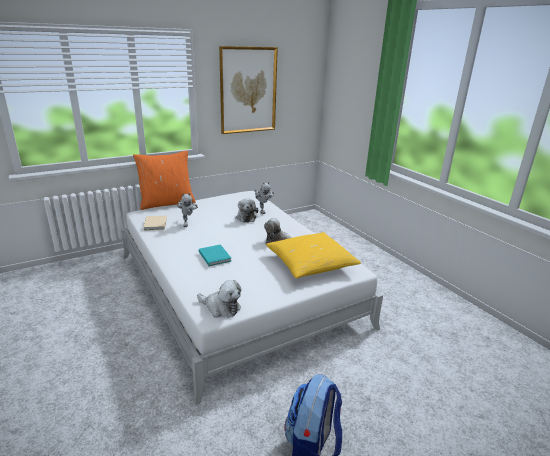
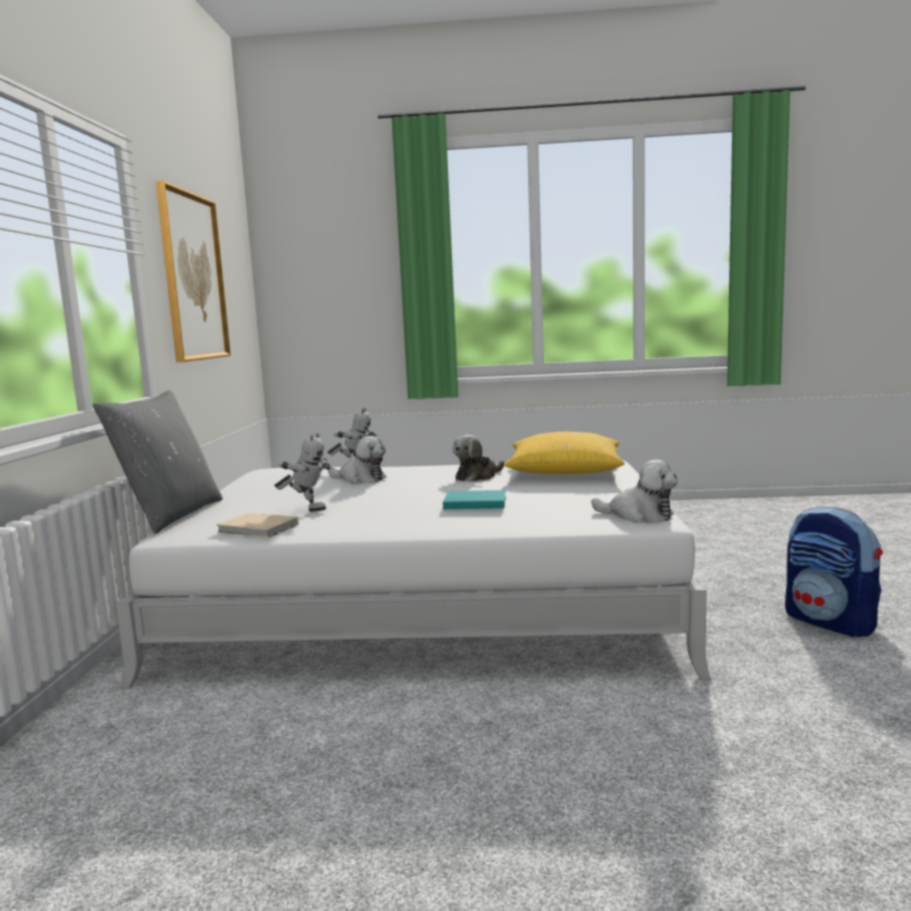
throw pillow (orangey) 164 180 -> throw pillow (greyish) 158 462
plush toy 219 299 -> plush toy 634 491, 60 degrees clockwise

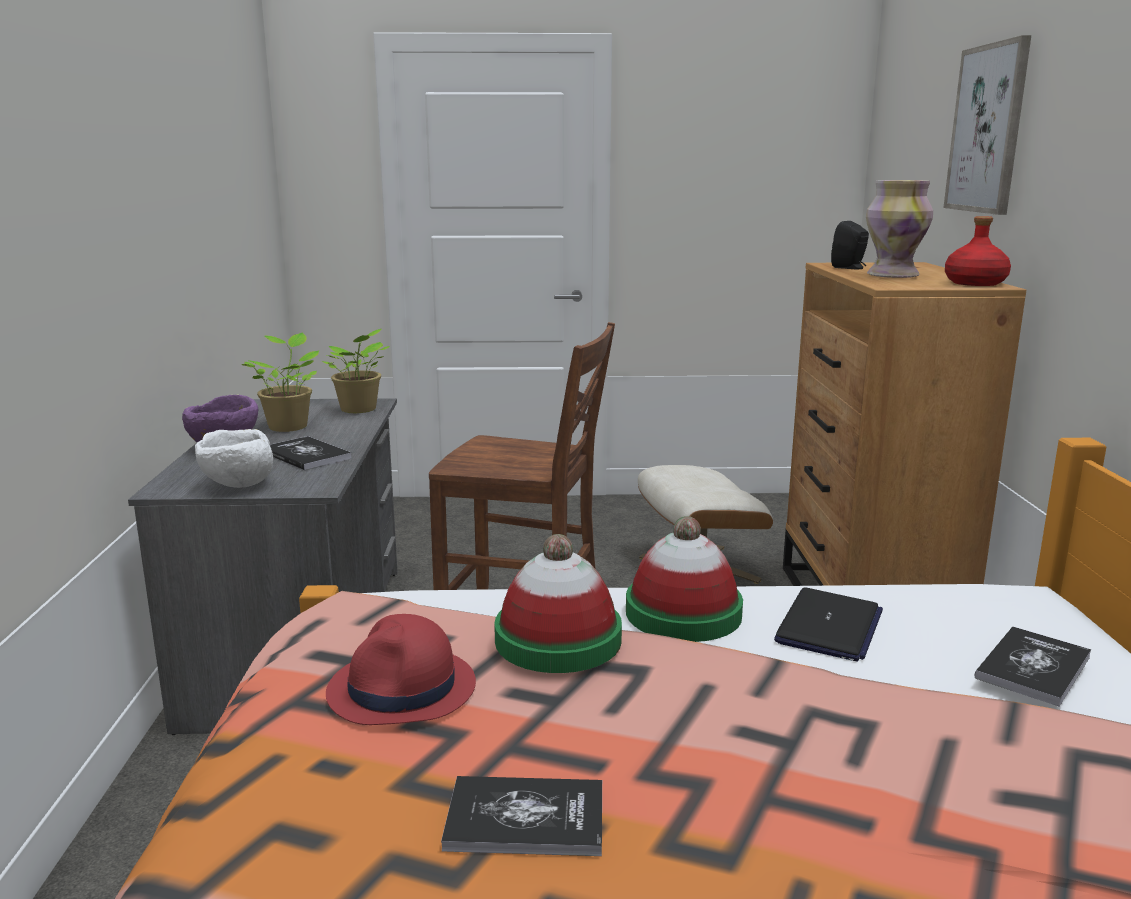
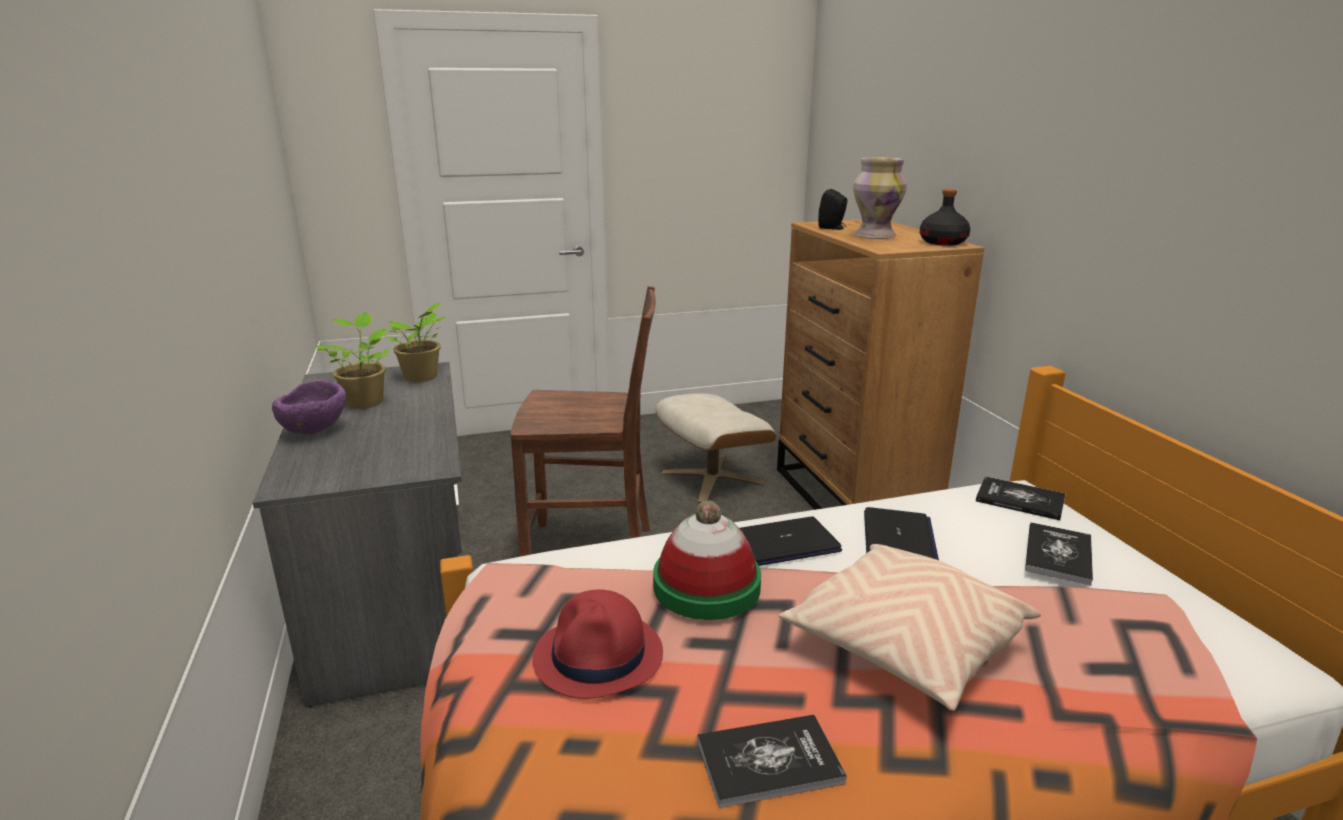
picture 987 125 -> none
beverage bottle (red-coloured) 978 251 -> beverage bottle (blackish) 945 217
serving bowl (white) 234 458 -> none
volume 311 453 -> volume 1021 498, relocated
clothing hat 684 579 -> notebook computer 791 541
none -> throw pillow (beige) 910 627

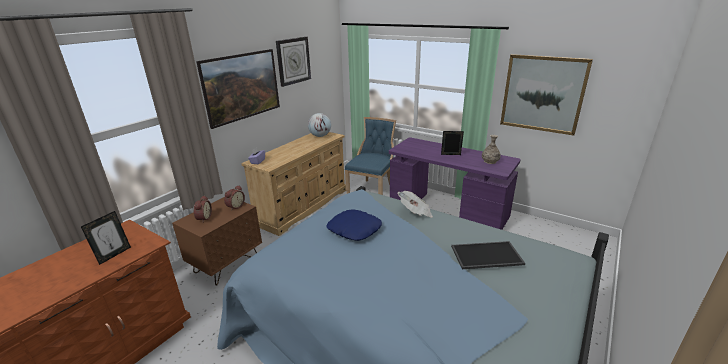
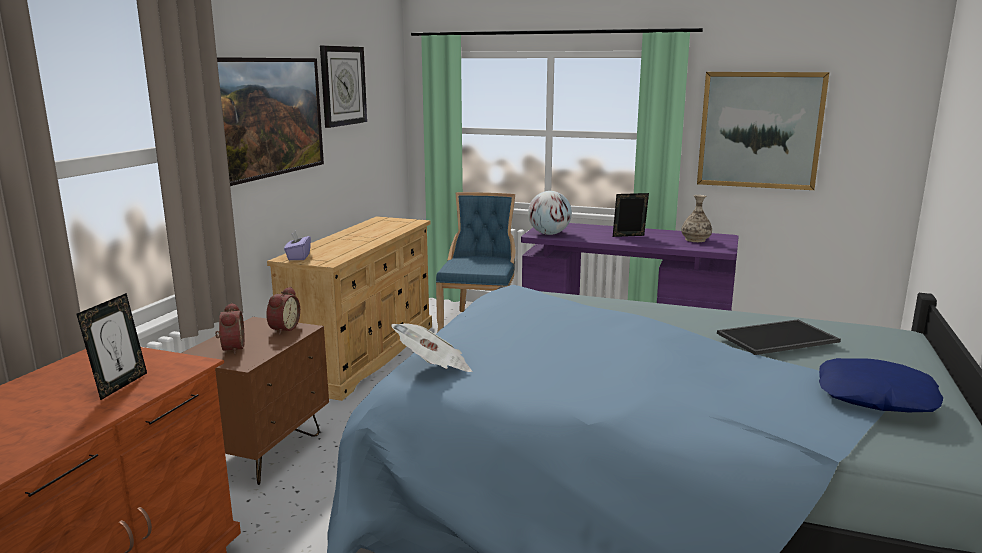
globe 319 125 -> globe 550 213, relocated
newspaper 415 204 -> newspaper 432 347, relocated
throw pillow (bluish) 354 225 -> throw pillow (bluish) 881 385, relocated

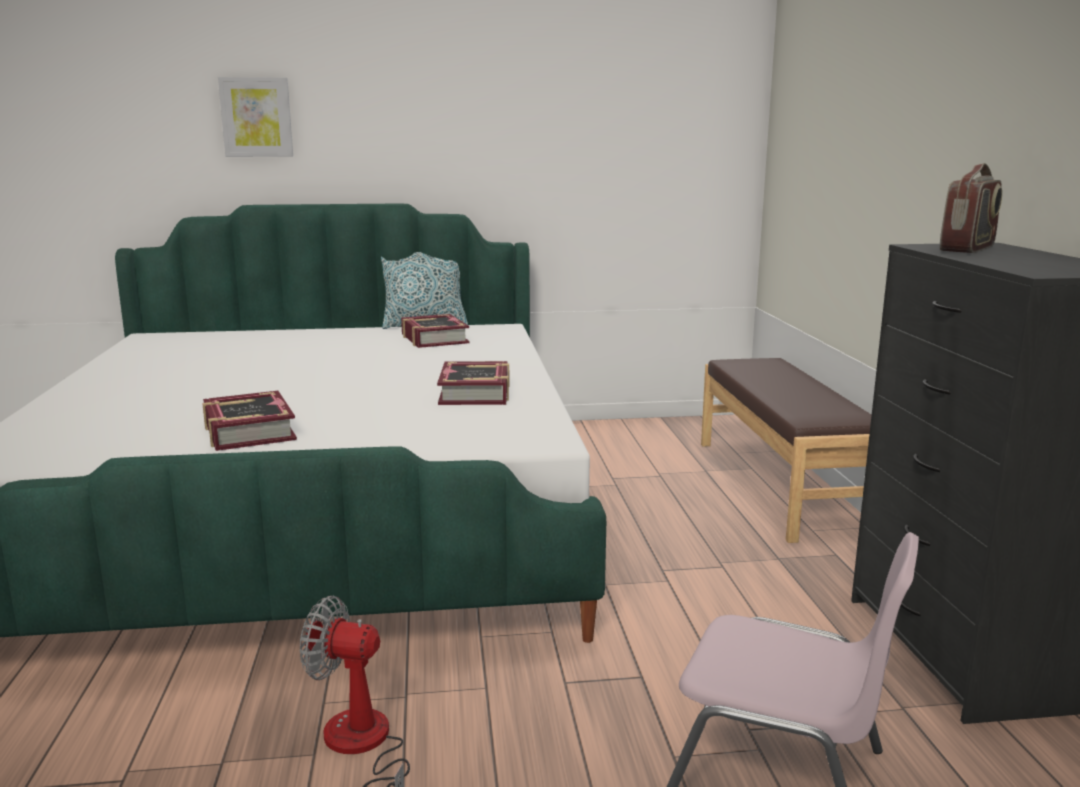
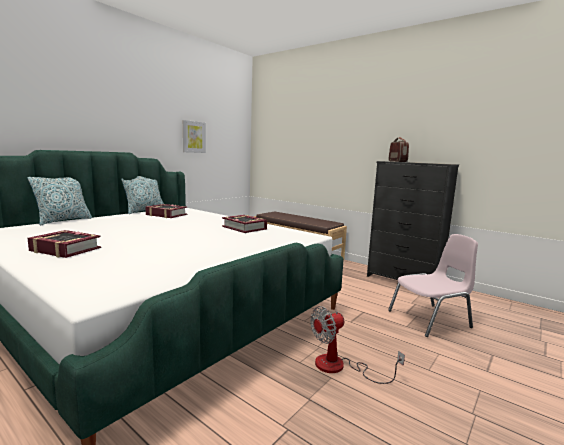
picture 255 117 -> picture 194 136, relocated
volume 249 421 -> volume 64 244, relocated
none -> throw pillow 59 201

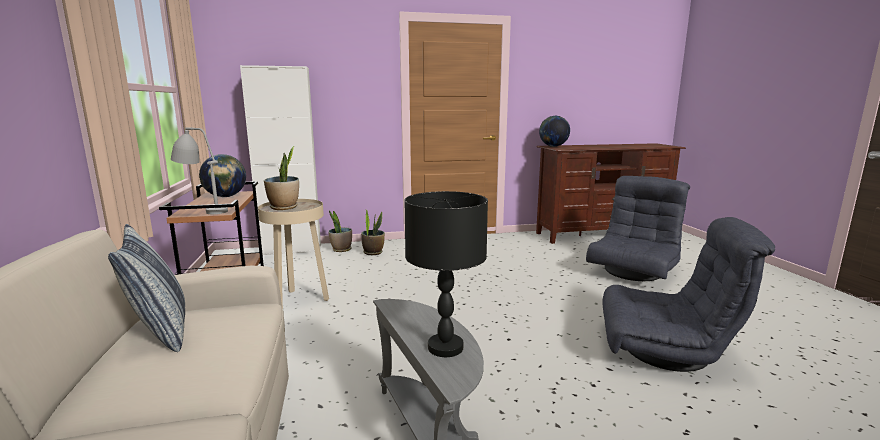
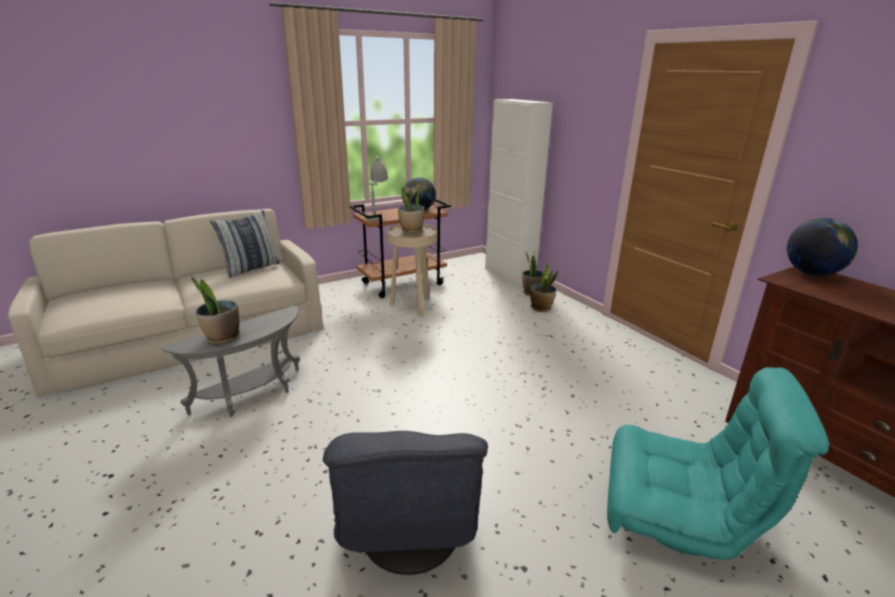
armchair (greyish) 638 228 -> armchair (blue-green) 718 463
lamp for a table (blackish) 446 274 -> houseplant 215 310

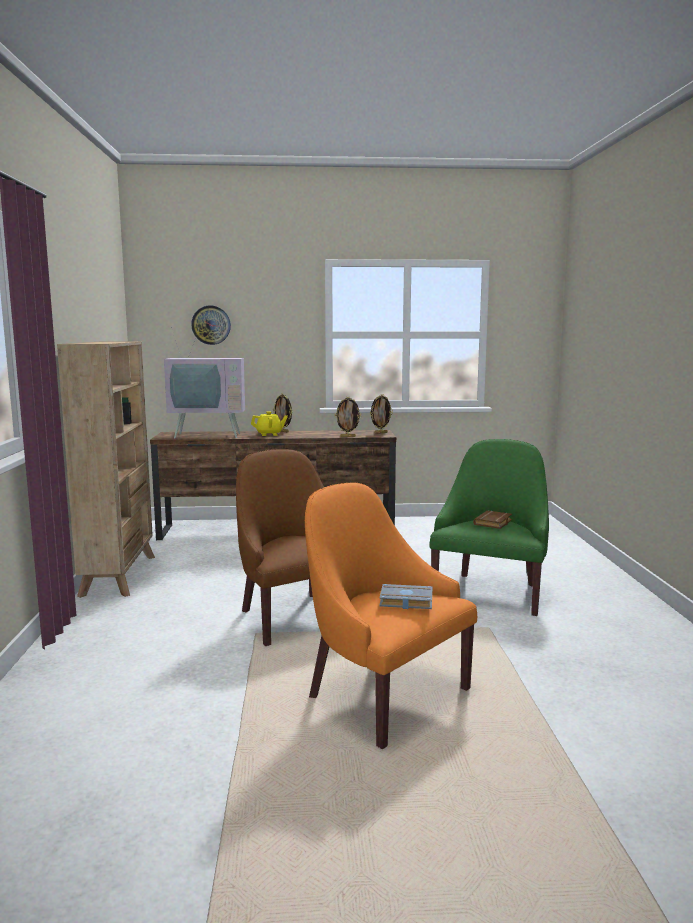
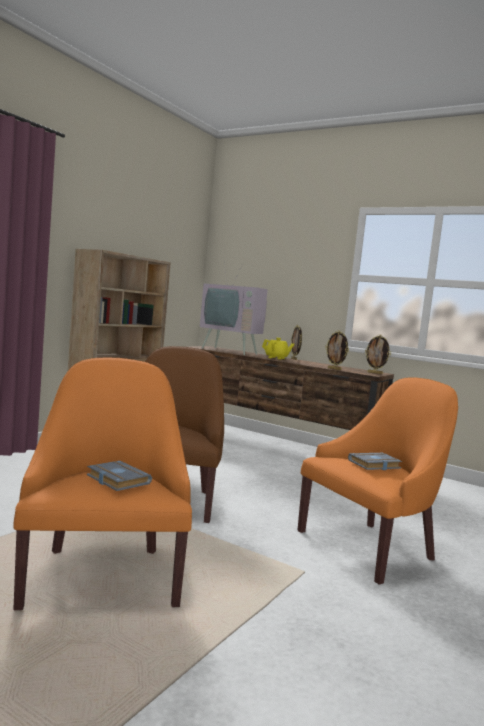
hanging clock 211 325 -> none
armchair (green) 489 527 -> armchair (orangey) 377 481
volume (brownish) 492 519 -> volume (greyish) 375 461

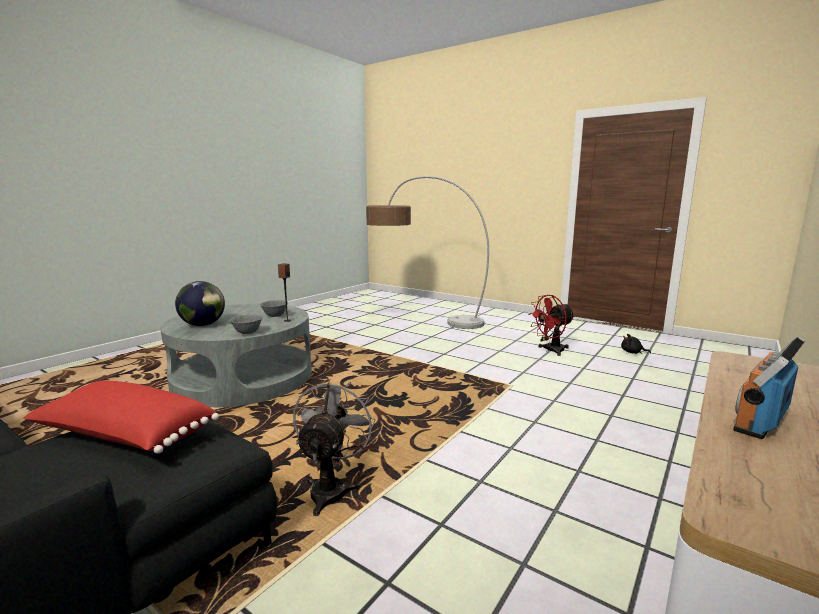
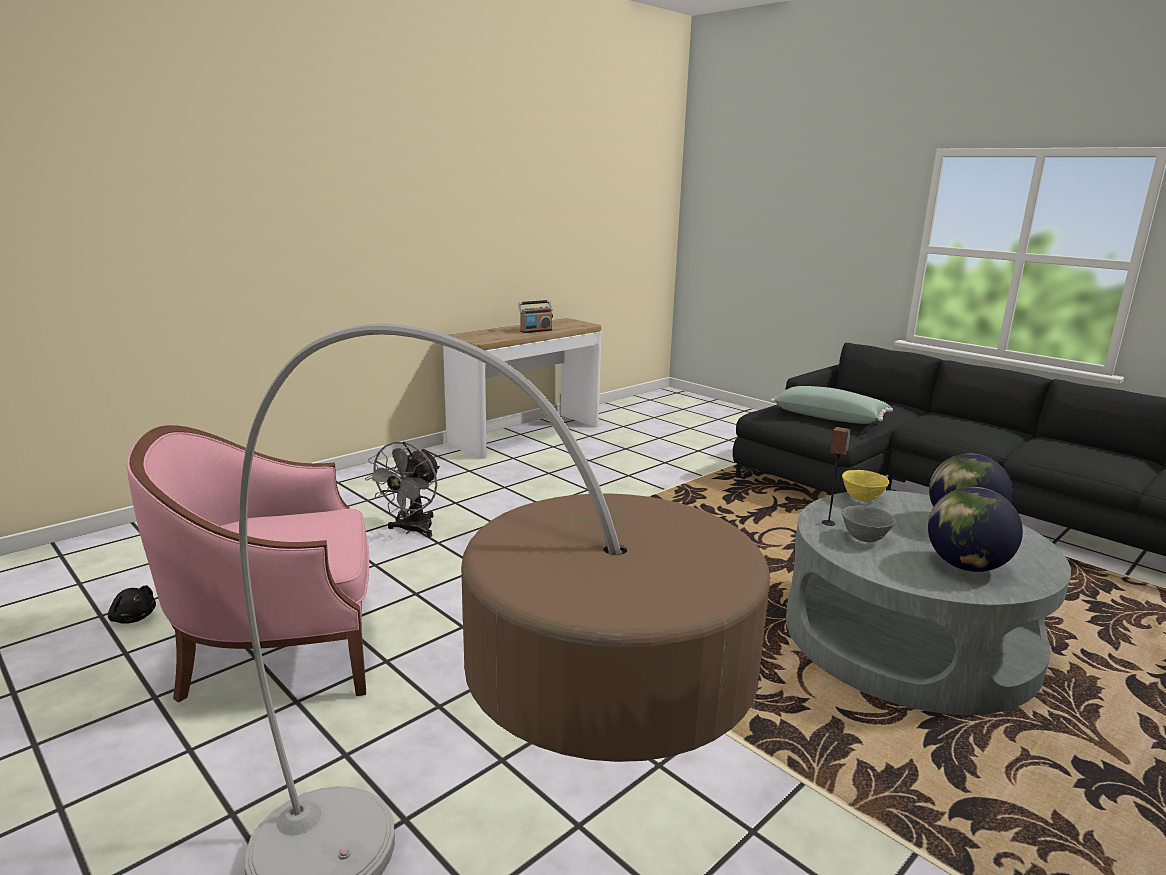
fan (red-coloured) 551 325 -> armchair (pinkish) 248 564
serving bowl (greyish) 246 324 -> serving bowl (yellow-coloured) 865 485
fan (greyish) 334 447 -> fan (greyish) 402 489, relocated
throw pillow (red-coloured) 121 417 -> throw pillow (green) 832 405
none -> globe 975 529

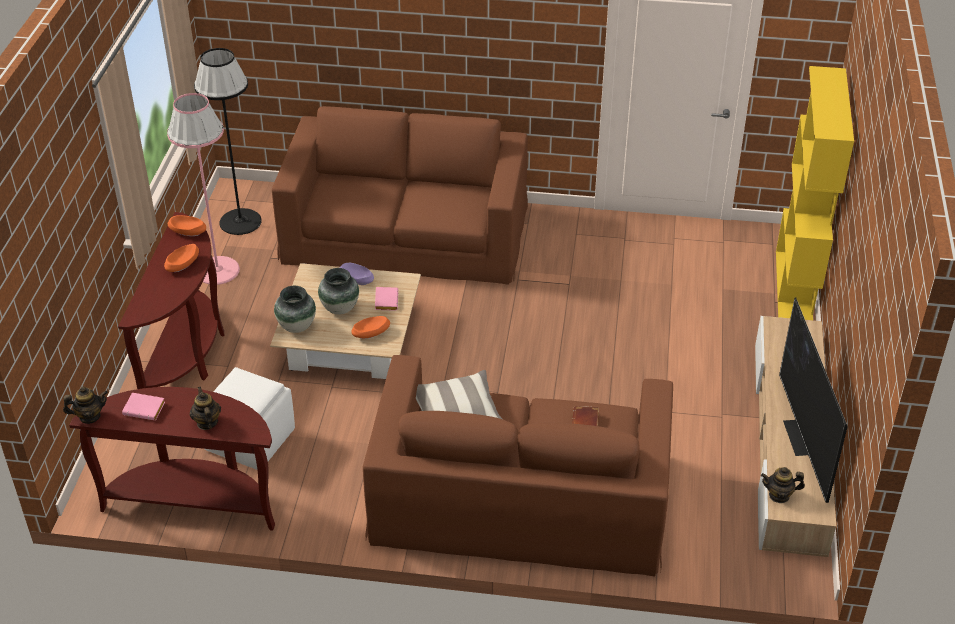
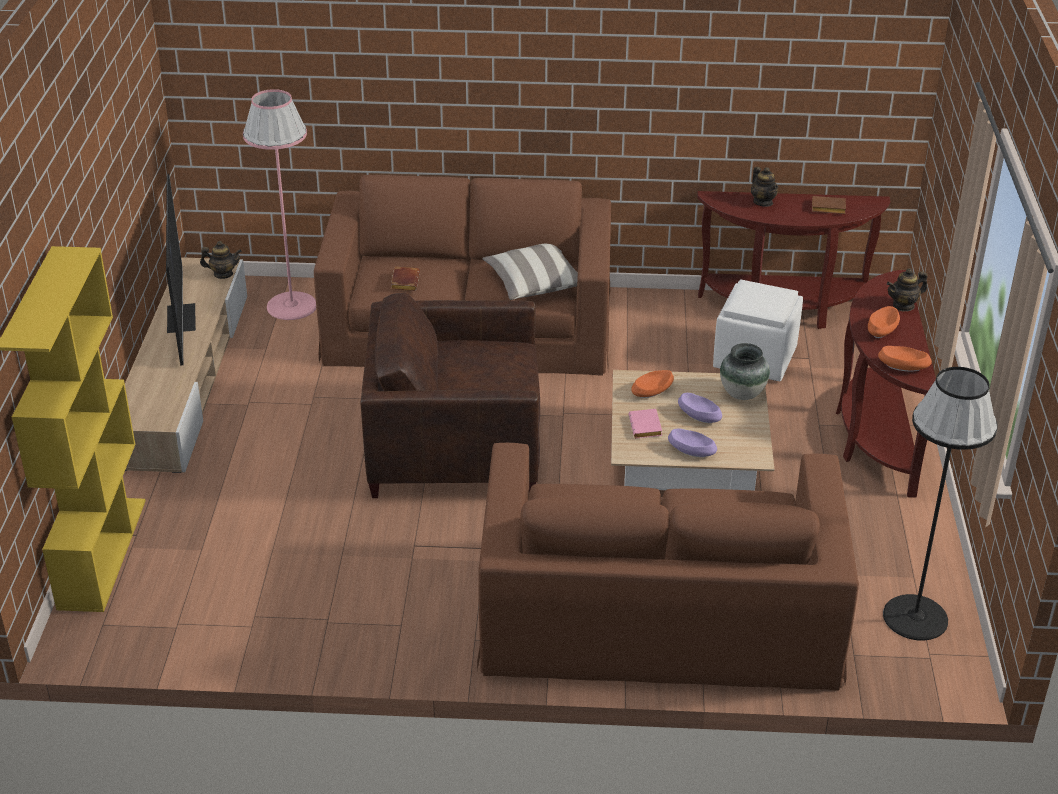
standing lamp (pinkish) 203 189 -> standing lamp (pinkish) 279 204, relocated
vase 338 291 -> serving bowl (purple-coloured) 700 408
pot for tea 85 405 -> pot for tea 907 289, relocated
volume (pinkish) 143 406 -> volume (brownish) 829 205
none -> armchair (brownish) 450 395

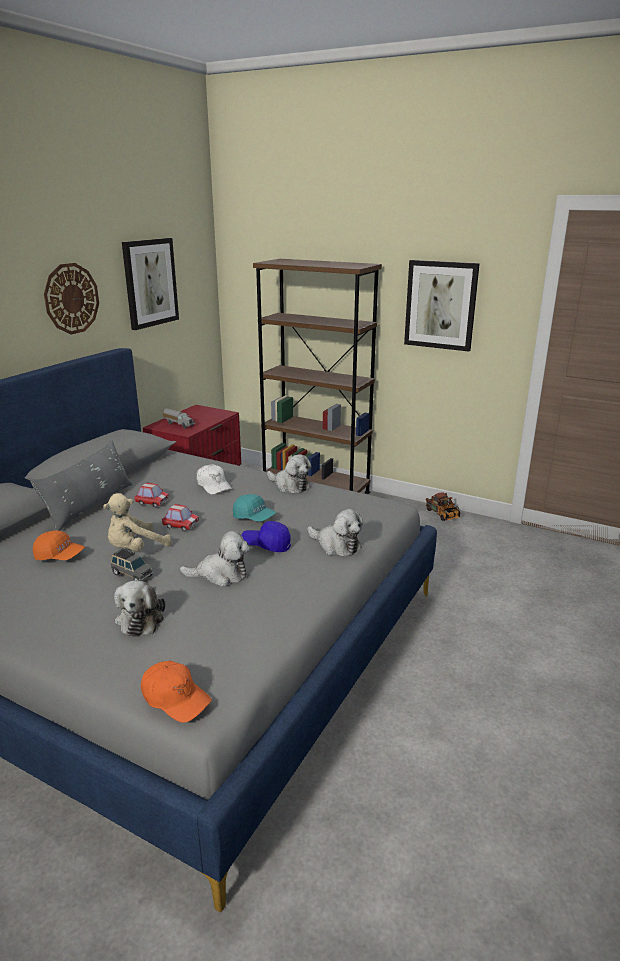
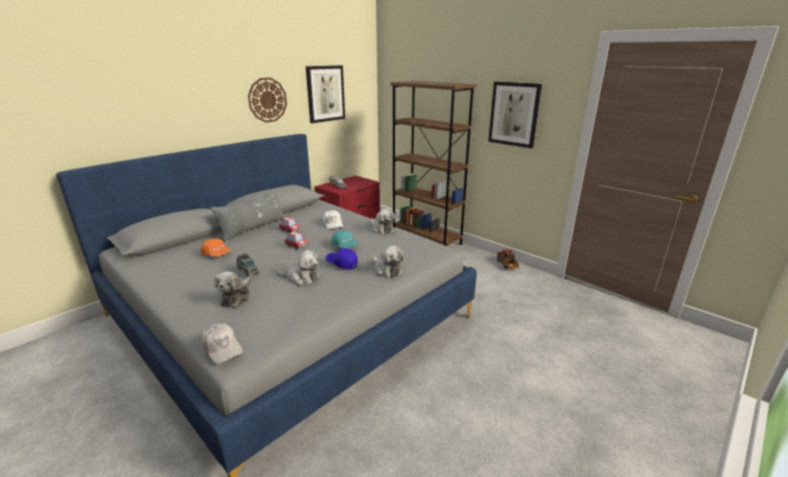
plush toy (beige) 137 522 -> none
cap (orangey) 176 692 -> cap (white) 222 343

